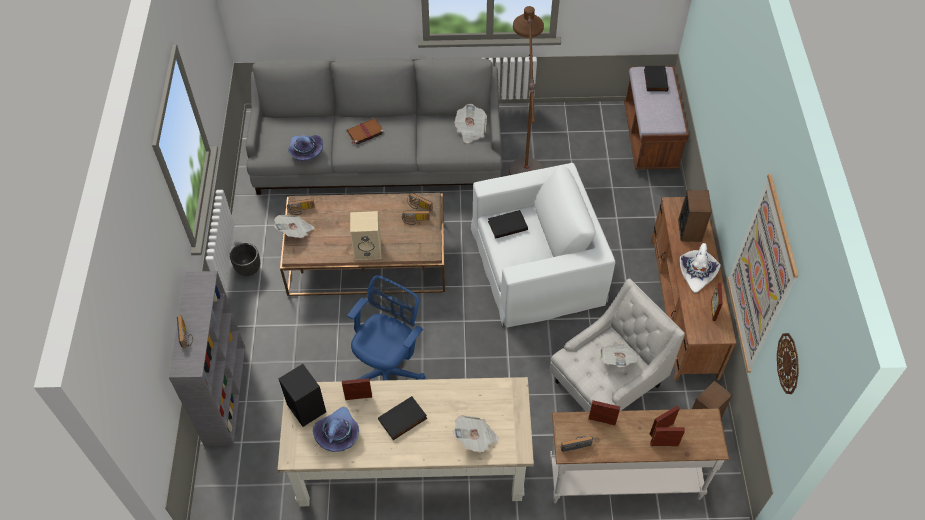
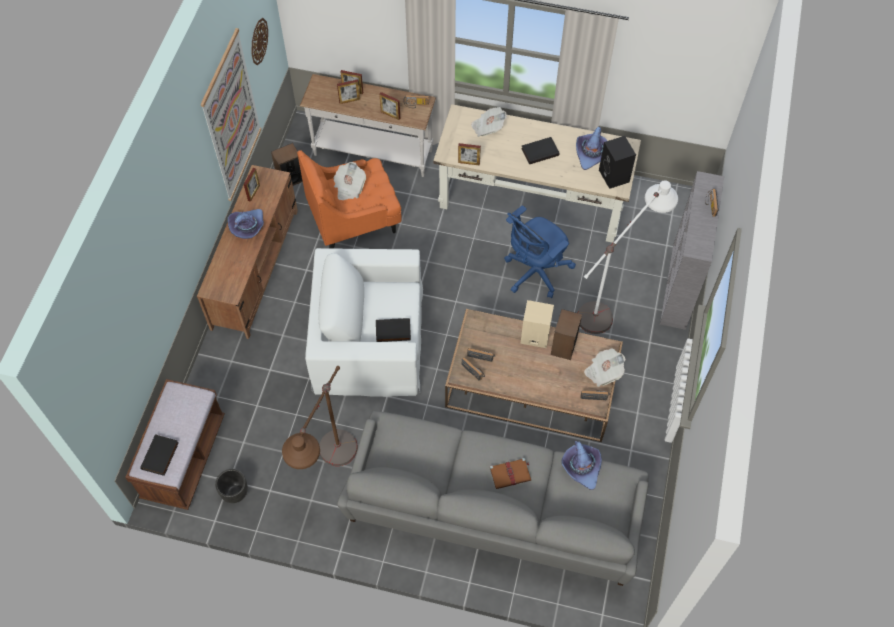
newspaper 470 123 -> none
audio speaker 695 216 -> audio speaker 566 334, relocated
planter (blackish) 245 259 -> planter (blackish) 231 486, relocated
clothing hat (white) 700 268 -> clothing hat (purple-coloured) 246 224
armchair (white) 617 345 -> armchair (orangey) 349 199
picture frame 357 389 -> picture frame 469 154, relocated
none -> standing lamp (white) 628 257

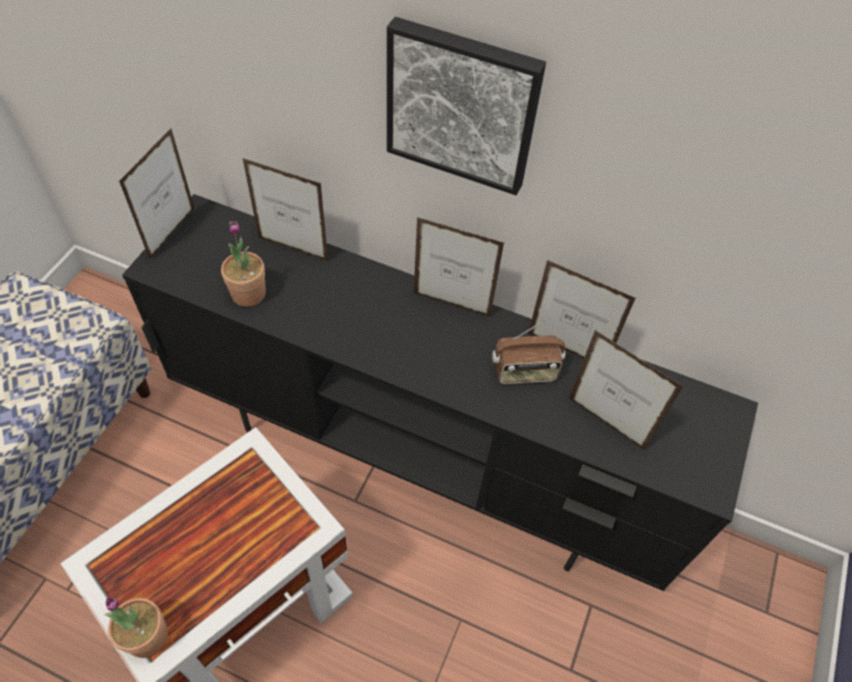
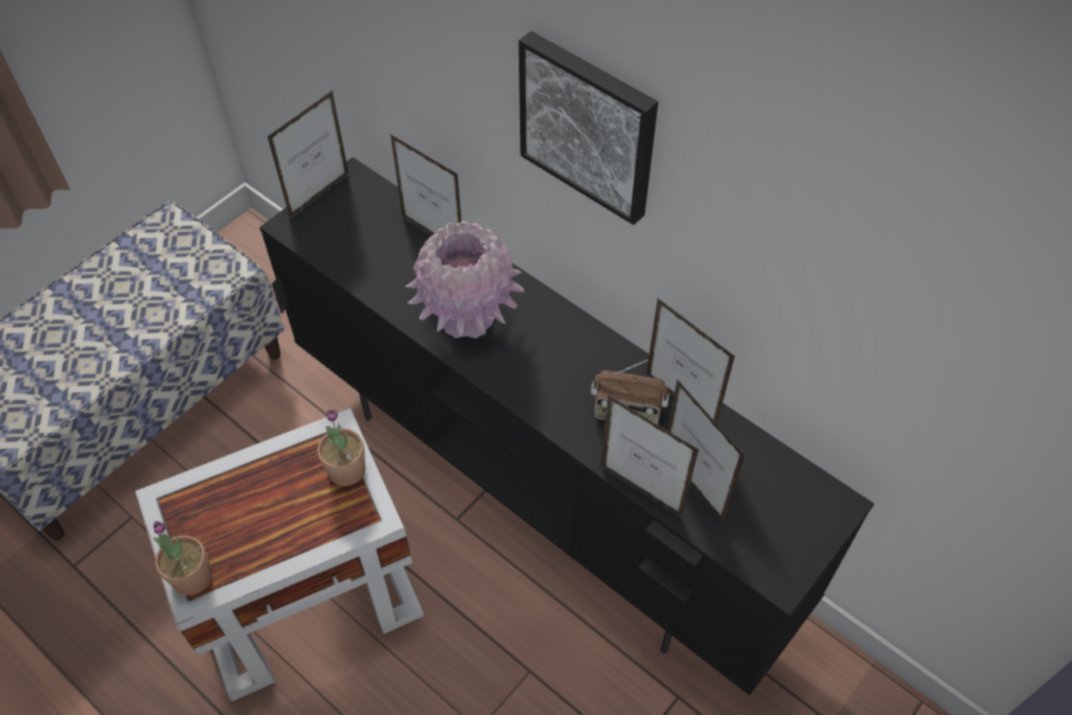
picture frame 459 267 -> picture frame 650 455, relocated
houseplant 243 264 -> houseplant 341 447, relocated
none -> vase (pinkish) 464 279

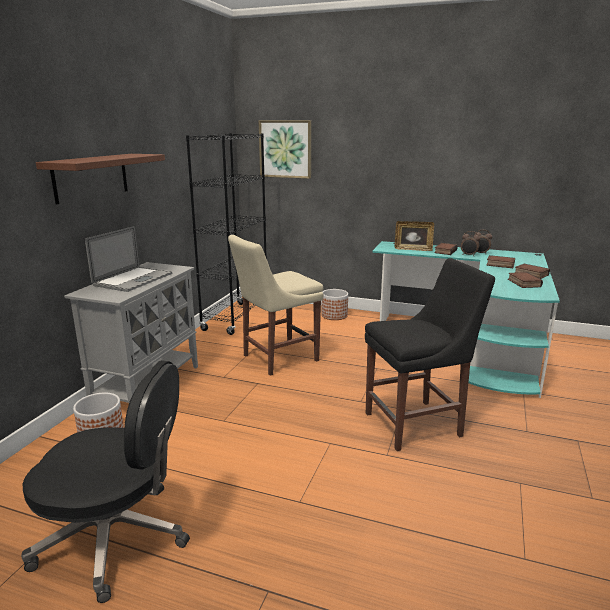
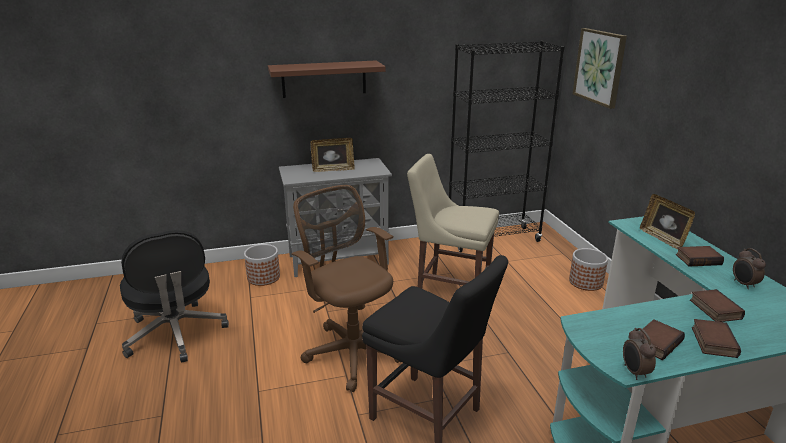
notebook computer 128 259 -> picture frame 332 155
bedside clock 470 243 -> bedside clock 639 354, relocated
none -> desk chair (brownish) 345 288

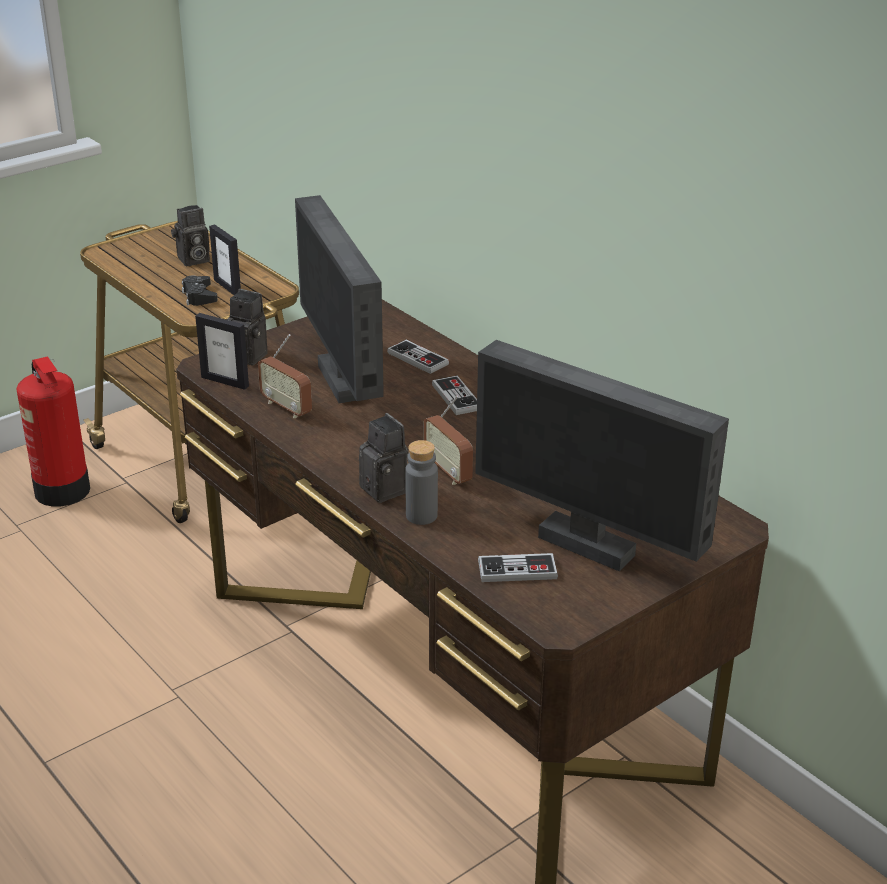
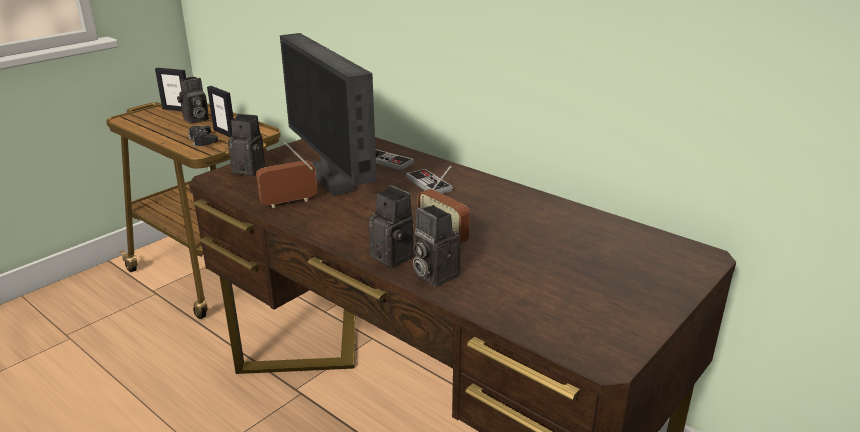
picture frame 222 351 -> picture frame 170 89, relocated
radio receiver 285 376 -> radio receiver 286 174, 120 degrees clockwise
monitor 602 455 -> none
fire extinguisher 53 432 -> none
beverage bottle (greyish) 421 482 -> still camera 437 246
joypad 518 567 -> none

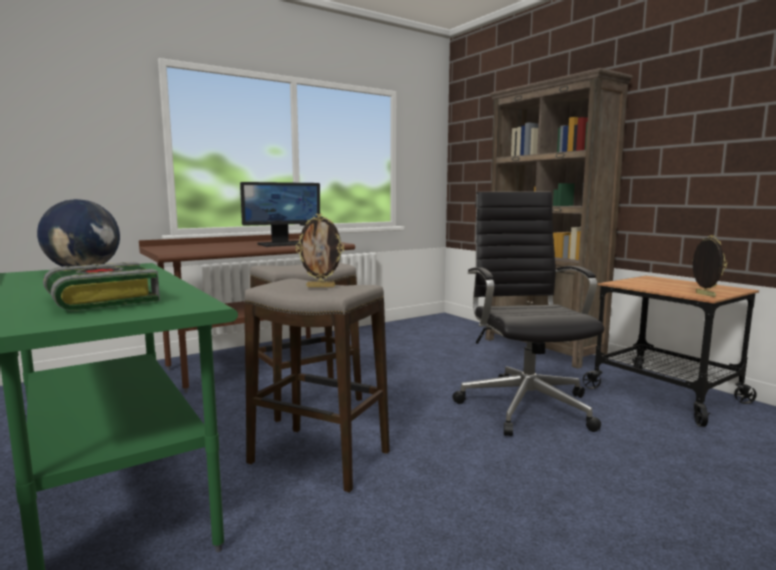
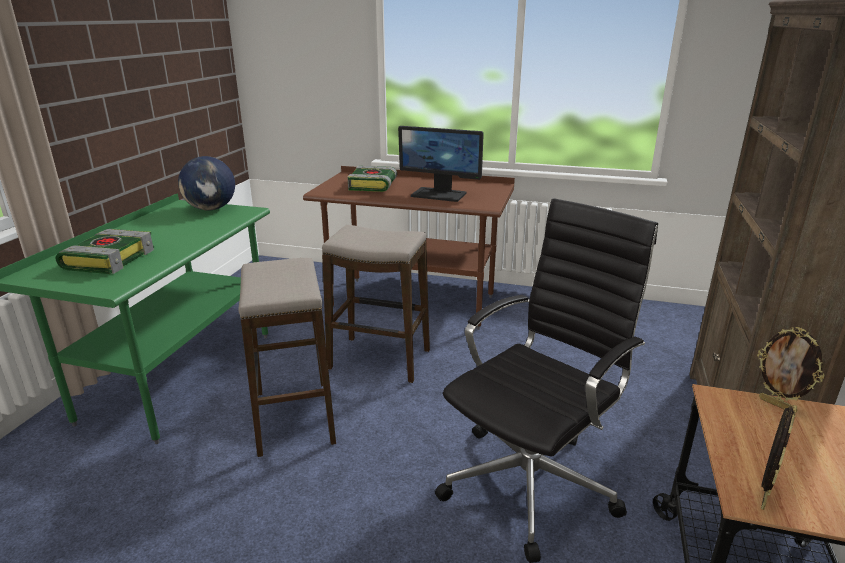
picture frame 320 250 -> picture frame 791 370, relocated
none -> volume 372 179

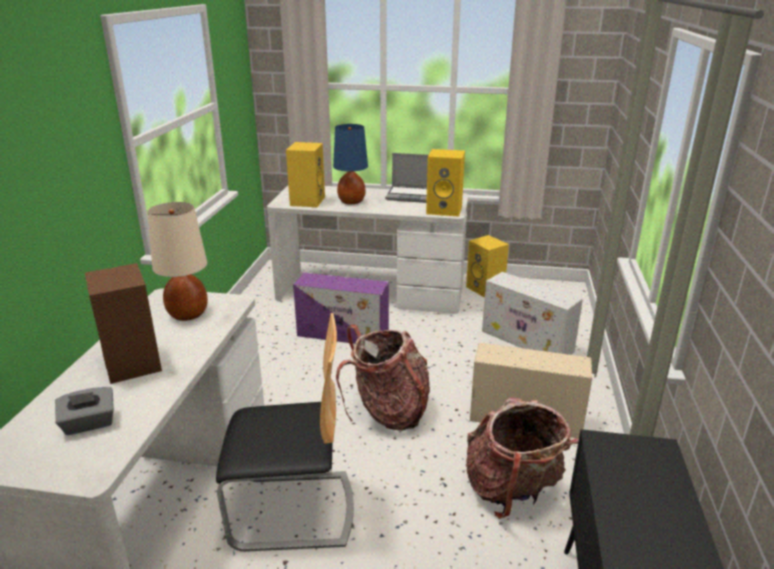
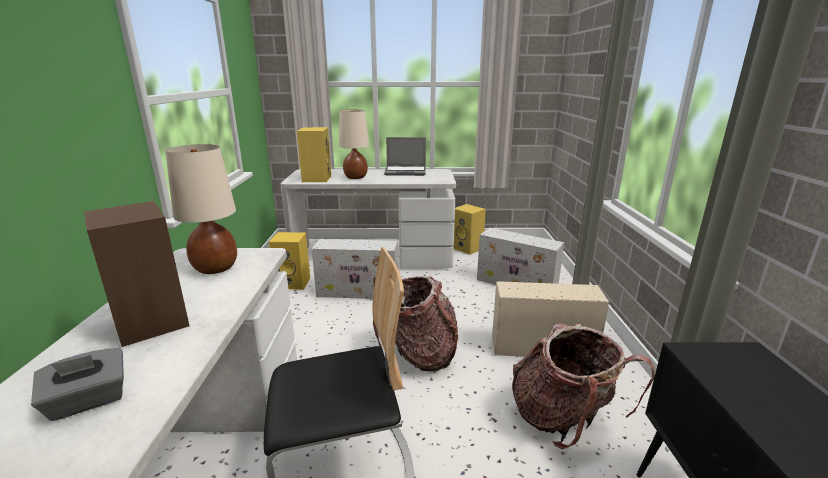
lamp for a table (bluish) 350 164 -> lamp for a table (beige) 354 144
audio speaker (yellow-coloured) 445 183 -> audio speaker (yellow-coloured) 289 261, relocated
storage bin (purple-coloured) 341 308 -> storage bin (white) 355 269

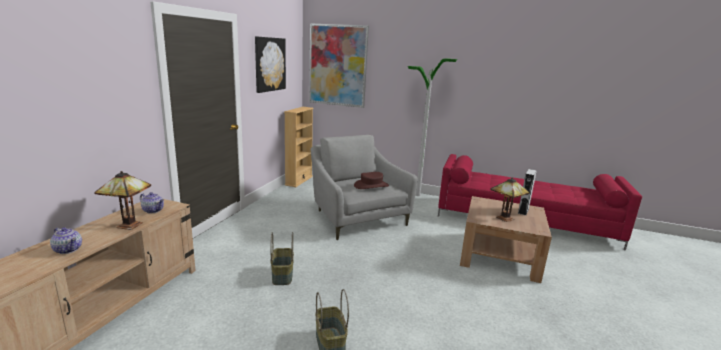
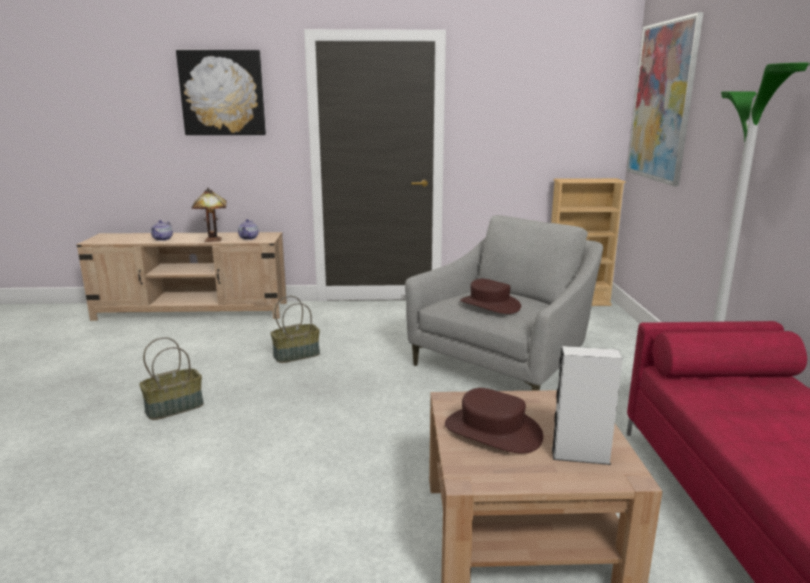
picture 270 65 -> picture 221 92, relocated
lamp for a table 510 199 -> clothing hat (brownish) 494 421

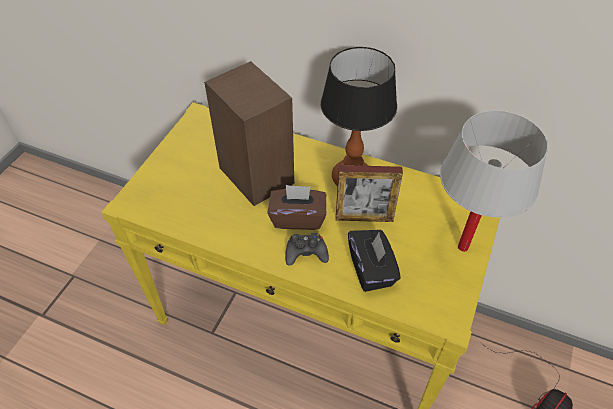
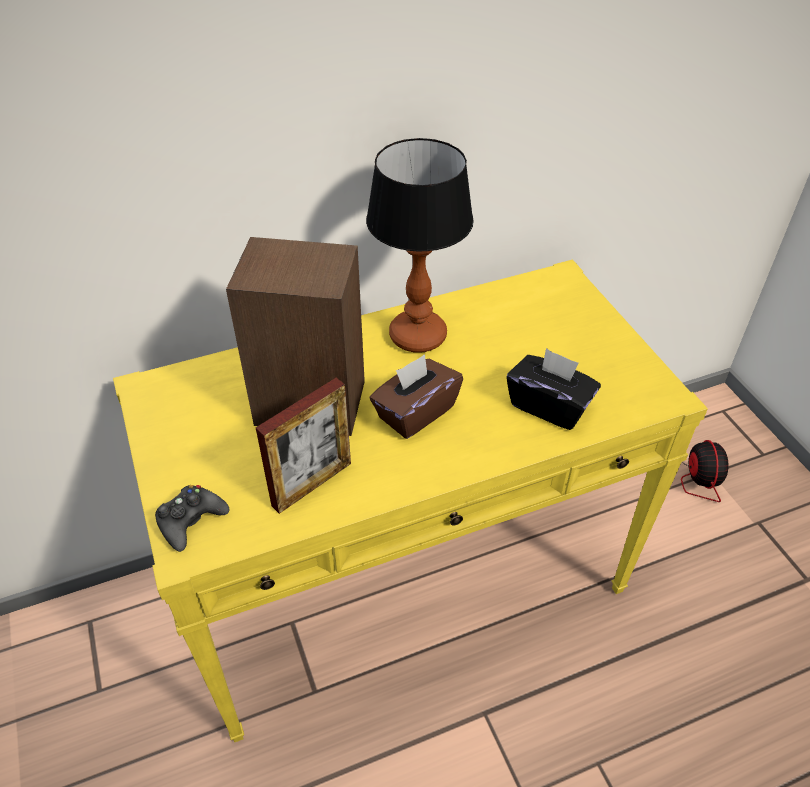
lamp for a table (white) 494 181 -> none
picture frame 369 193 -> picture frame 303 446, relocated
joypad (blackish) 307 249 -> joypad (blackish) 192 518, relocated

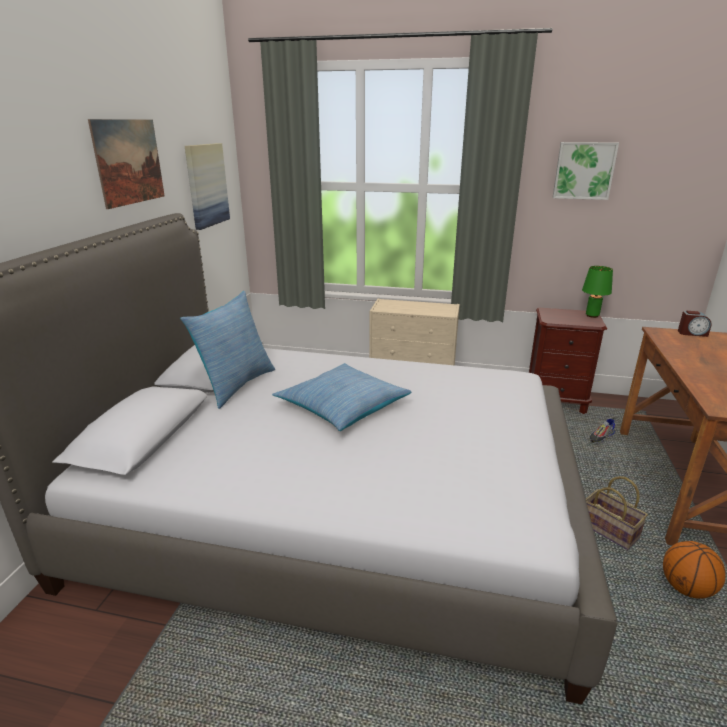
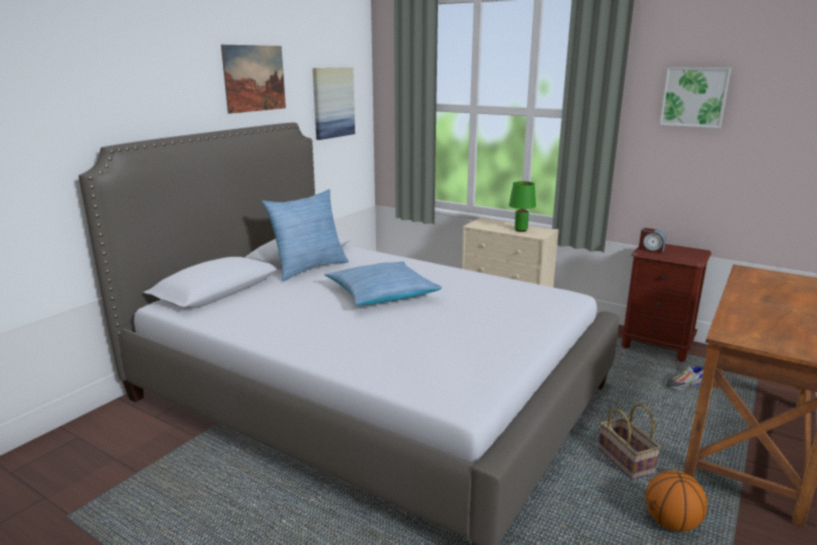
lamp for a table (green) 597 292 -> lamp for a table (green) 522 206, relocated
bedside clock 695 324 -> bedside clock 652 240, relocated

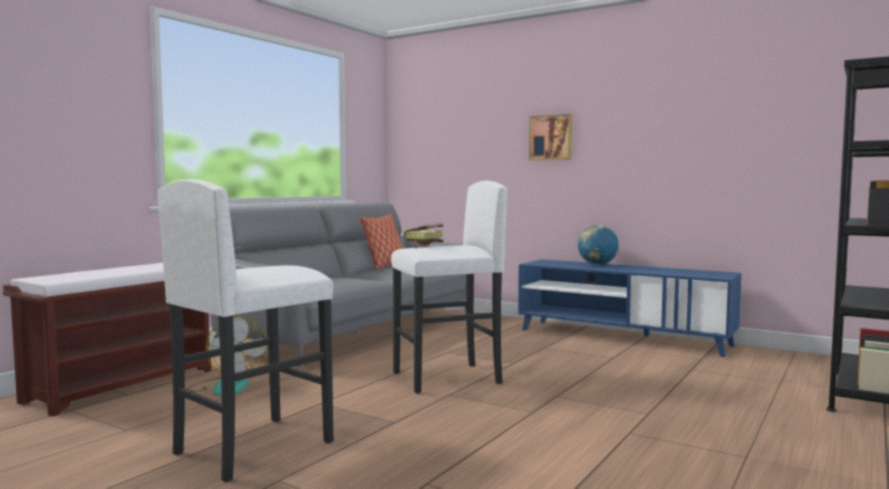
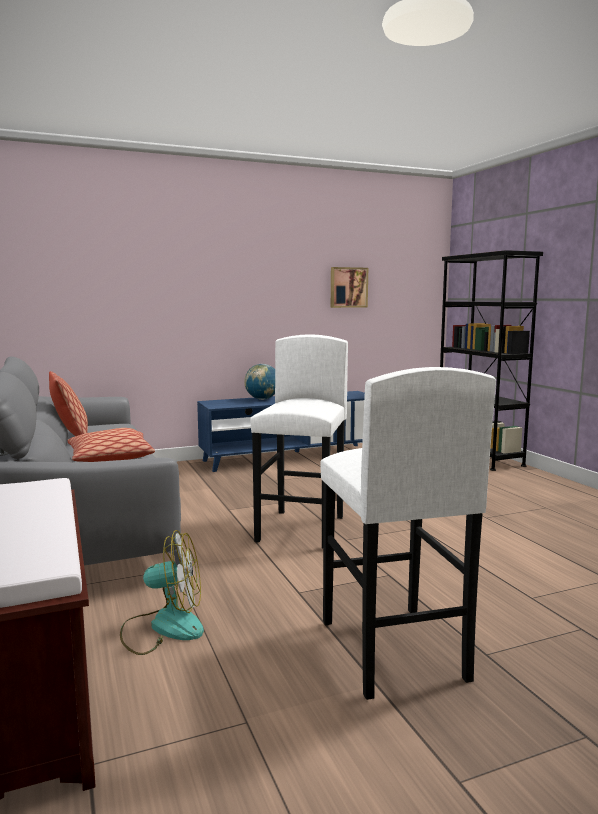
picture 550 137 -> picture 349 287, relocated
volume 423 236 -> none
none -> throw pillow 111 445

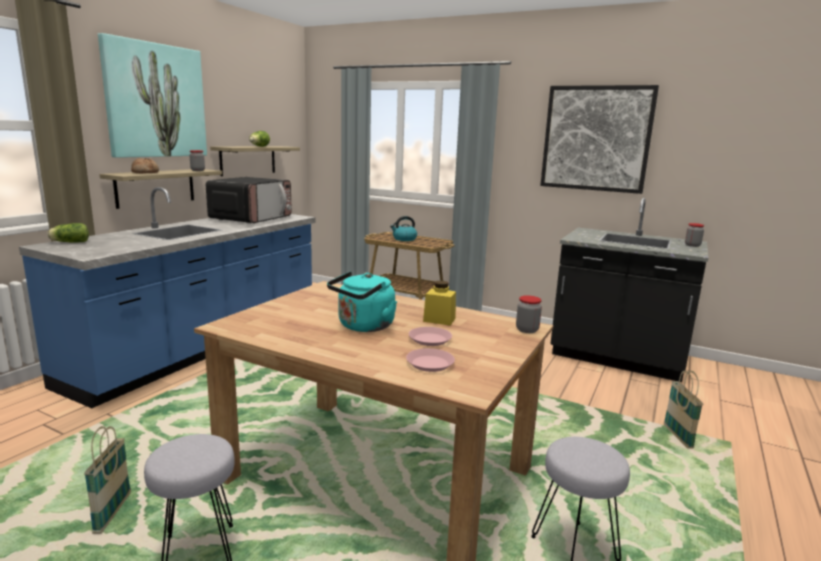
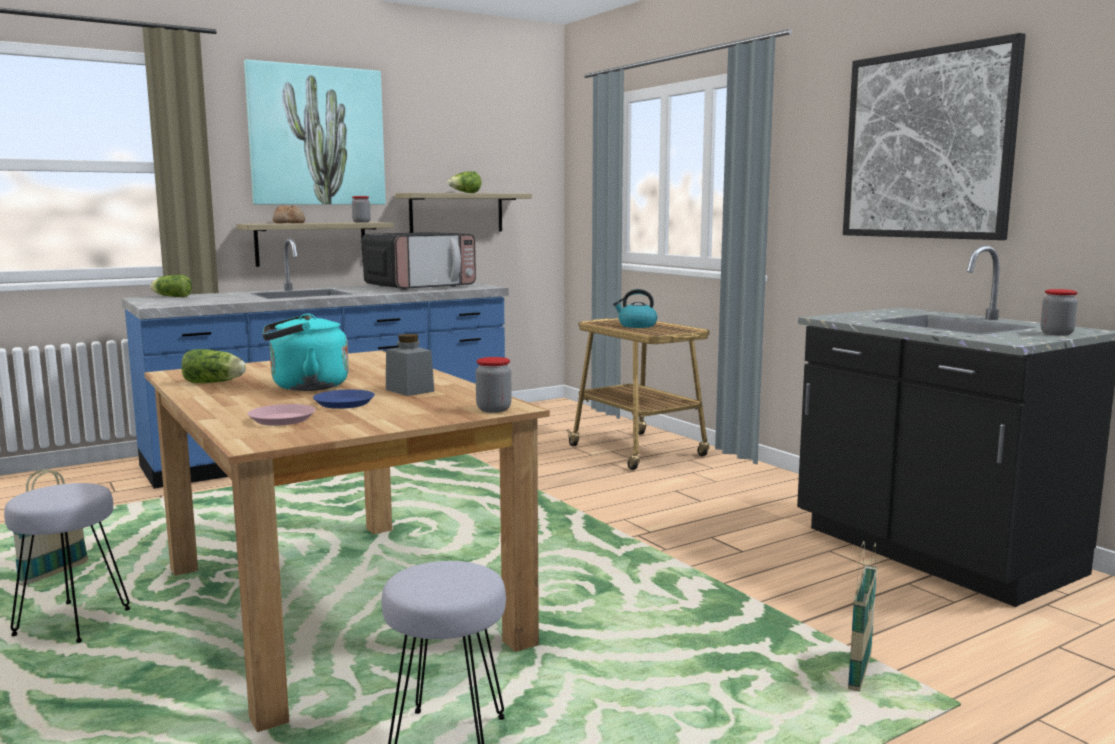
jar (yellow-coloured) 439 303 -> jar (greyish) 410 365
plate (pinkish) 430 336 -> plate (bluish) 344 399
none -> head of lettuce 213 366

